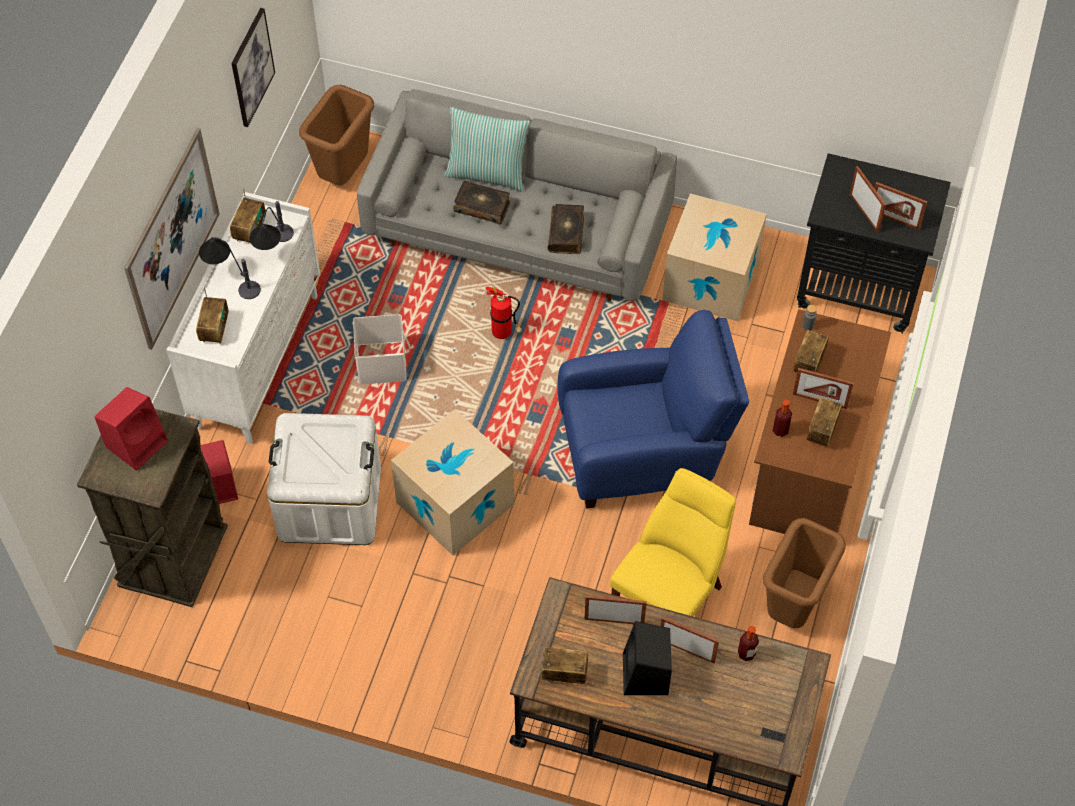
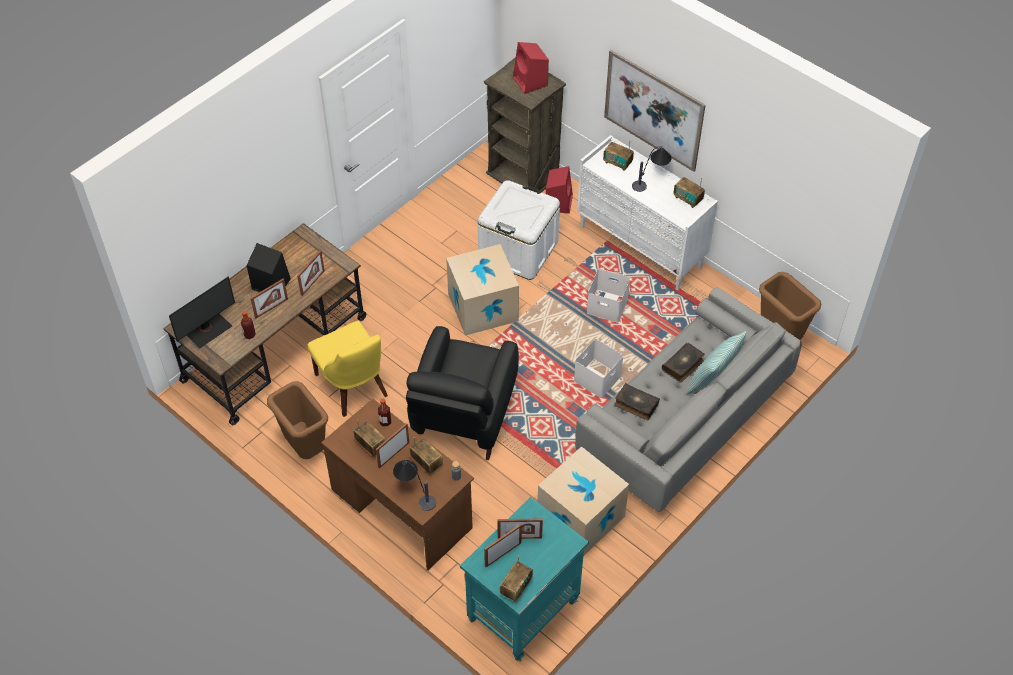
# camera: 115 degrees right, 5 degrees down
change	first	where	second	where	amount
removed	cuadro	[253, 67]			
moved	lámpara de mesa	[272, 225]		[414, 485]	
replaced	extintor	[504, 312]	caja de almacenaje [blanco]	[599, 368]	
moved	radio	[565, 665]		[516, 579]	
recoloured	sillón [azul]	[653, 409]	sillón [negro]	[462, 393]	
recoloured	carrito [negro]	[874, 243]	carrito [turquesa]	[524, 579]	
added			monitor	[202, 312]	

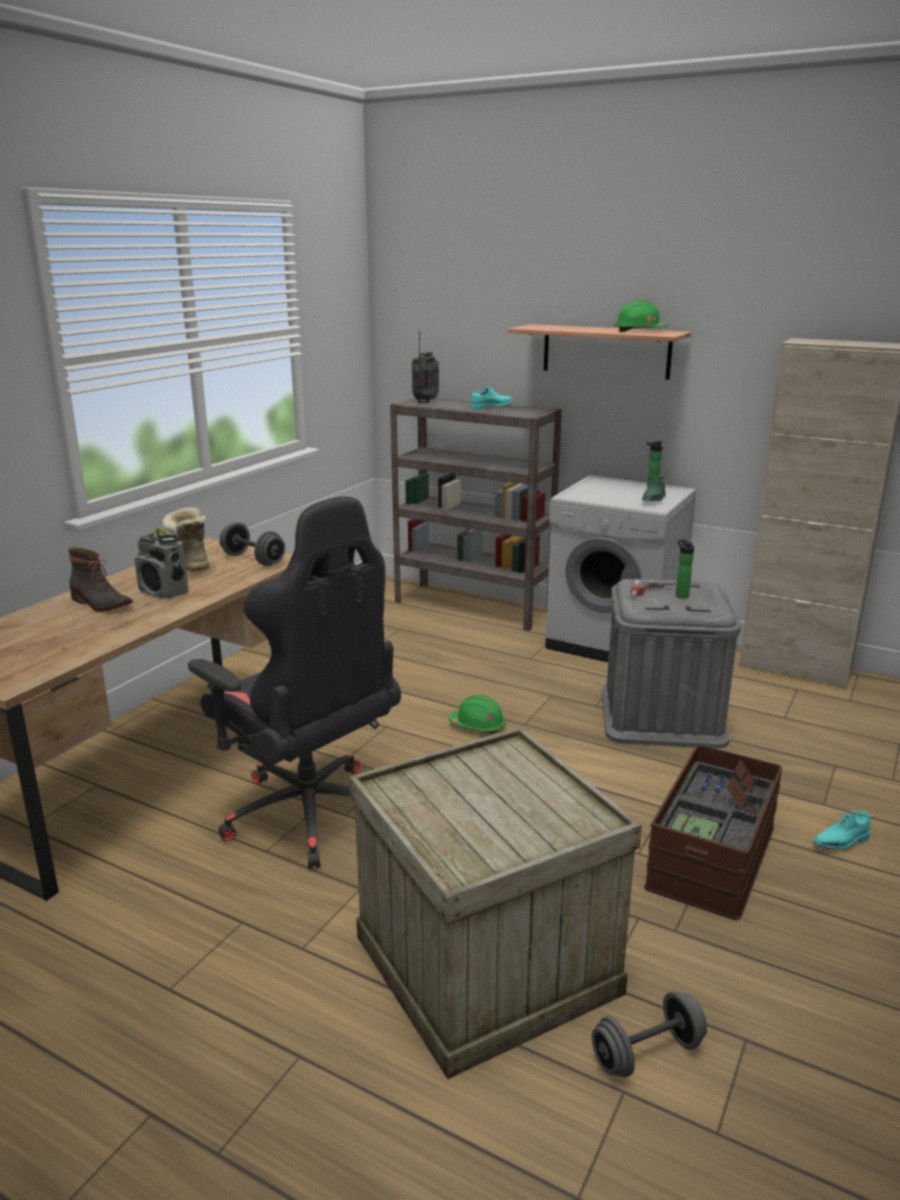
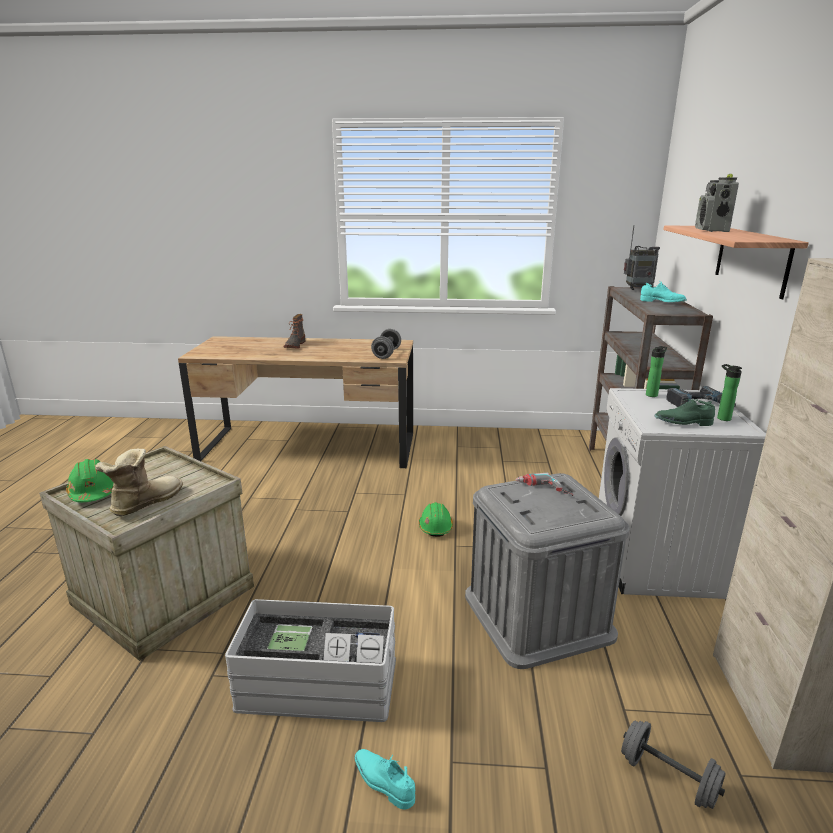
# camera: 65 degrees right, 0 degrees up
change	first	where	second	where	amount
moved	radio	[161, 563]		[717, 203]	
moved	bota	[185, 539]		[139, 482]	
removed	silla de oficina [negro]	[294, 682]			
moved	mancuerna [gris]	[649, 1034]		[673, 765]	
moved	casco [verde]	[641, 316]		[90, 480]	
recoloured	caja de almacenaje [marrón]	[713, 832]	caja de almacenaje [gris]	[310, 660]	
moved	botella	[685, 569]		[656, 371]	
added			taladro	[701, 396]	

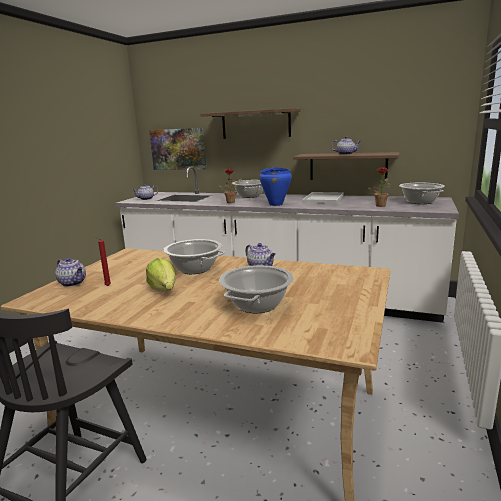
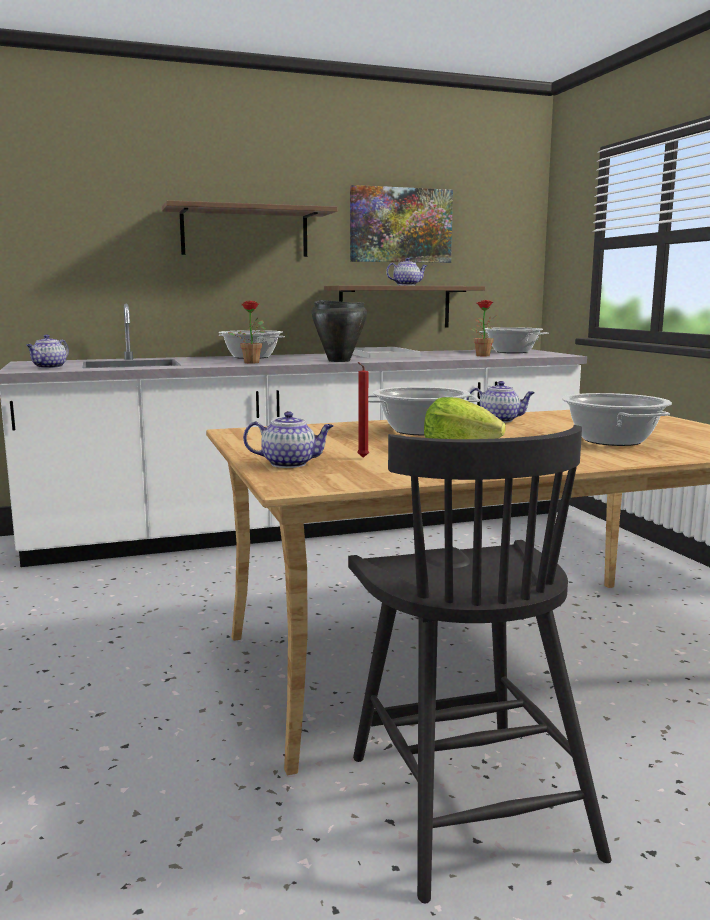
# camera: 40 degrees left, 5 degrees down
change	first	where	second	where	amount
moved	cuadro	[177, 149]		[401, 224]	
recoloured	olla [azul]	[275, 186]	olla [negro]	[339, 331]	

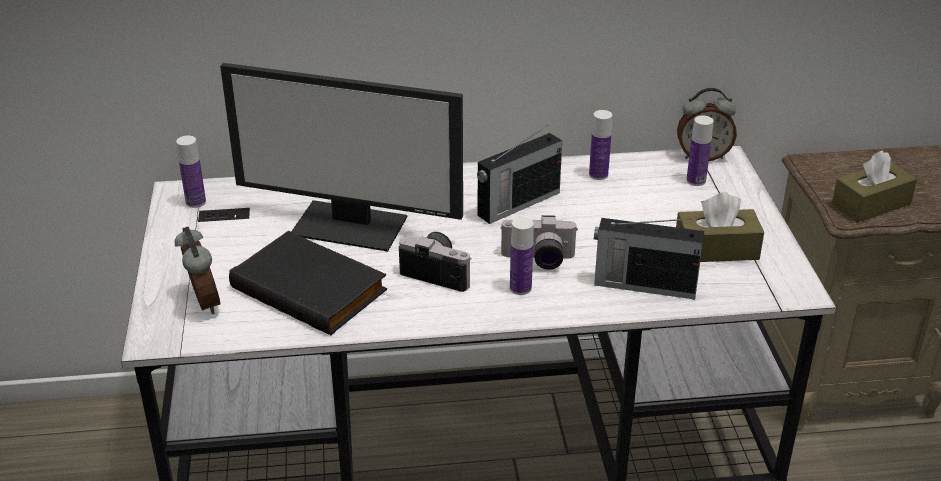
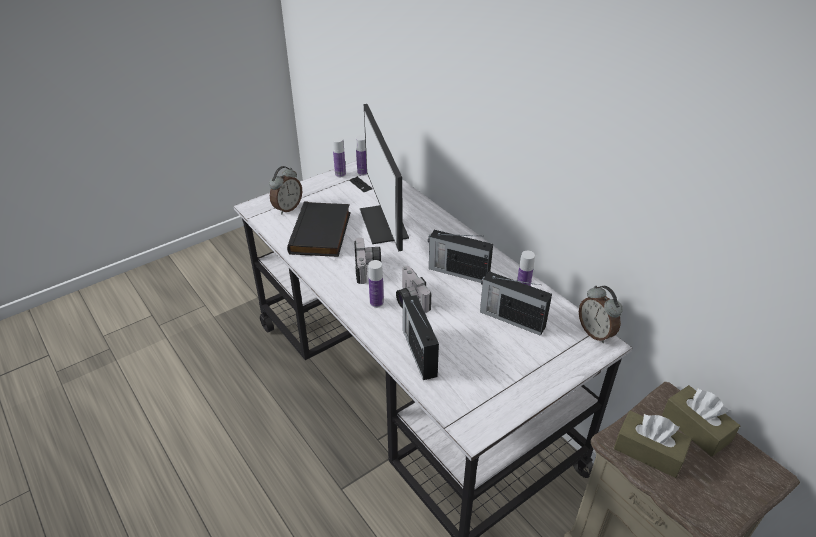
# camera: 60 degrees right, 5 degrees up
change	first	where	second	where	amount
moved	caja de pañuelos [marrón]	[720, 227]		[701, 421]	
moved	botella	[700, 150]		[339, 157]	
added			radio	[516, 303]	

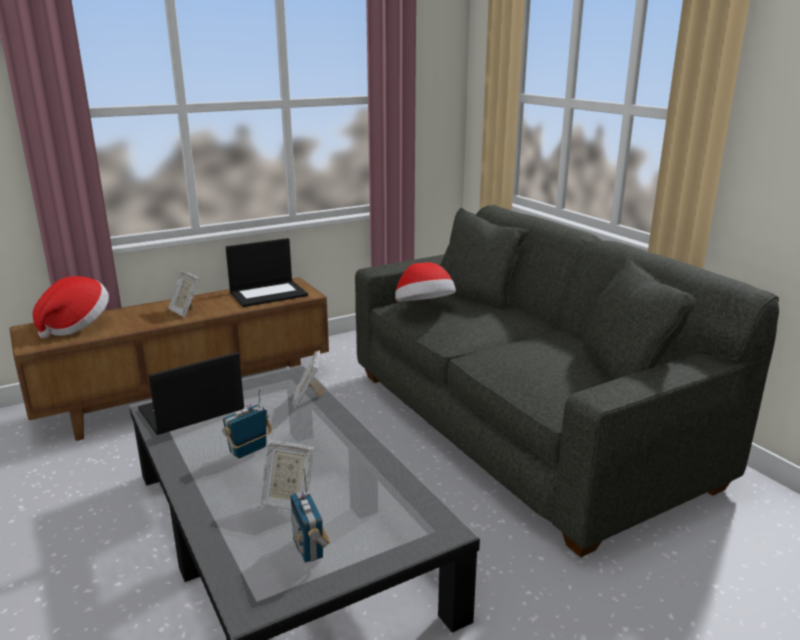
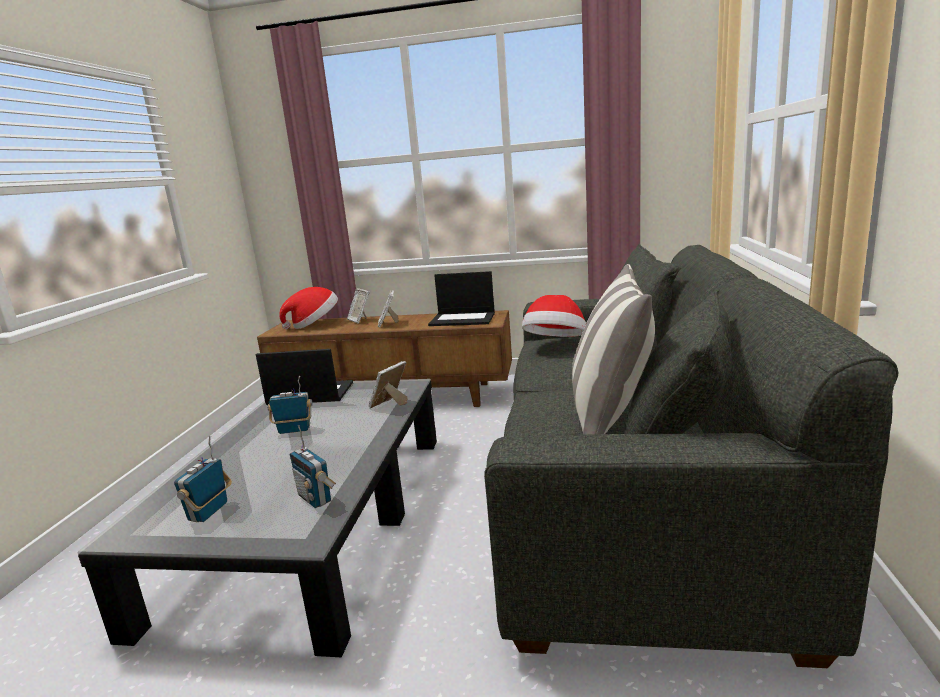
# camera: 40 degrees right, 5 degrees down
change	first	where	second	where	amount
moved	portarretratos	[288, 475]		[358, 306]	
added			radio	[313, 466]	
added			cojín	[613, 349]	

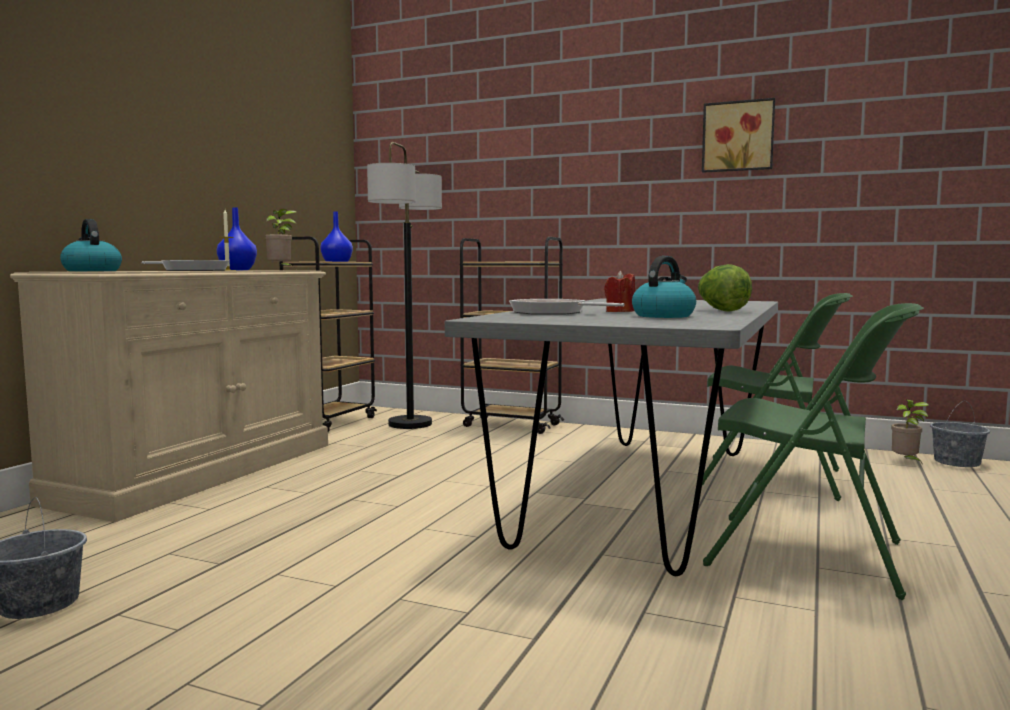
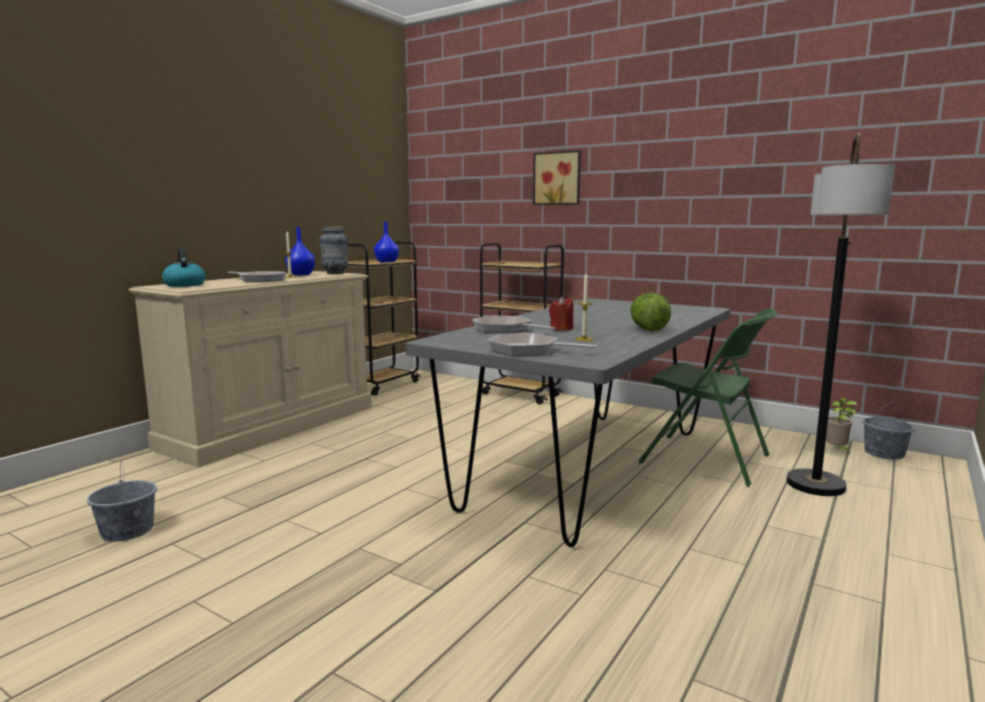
# camera: 10 degrees right, 5 degrees up
change	first	where	second	where	amount
replaced	planta en maceta	[281, 238]	florero	[333, 250]	
moved	lámpara de pie	[404, 285]		[841, 314]	
replaced	hervidor	[664, 287]	vela	[584, 307]	
moved	cuadro	[738, 135]		[557, 177]	
removed	silla [verde]	[813, 451]			
added			sartén	[542, 344]	

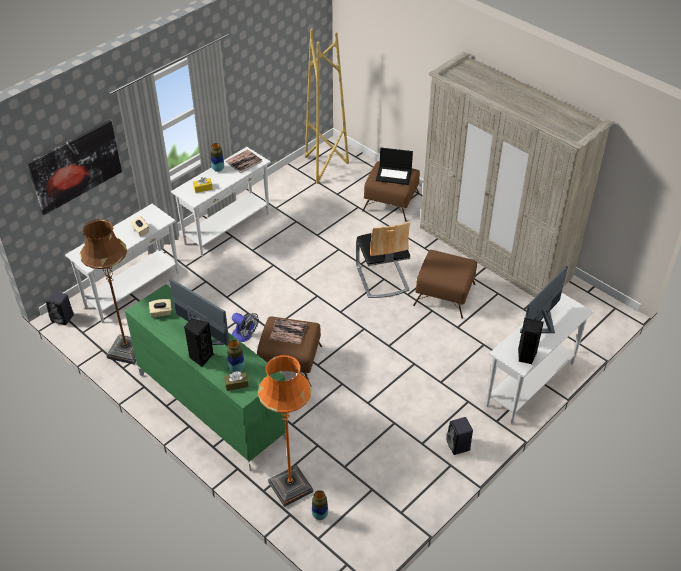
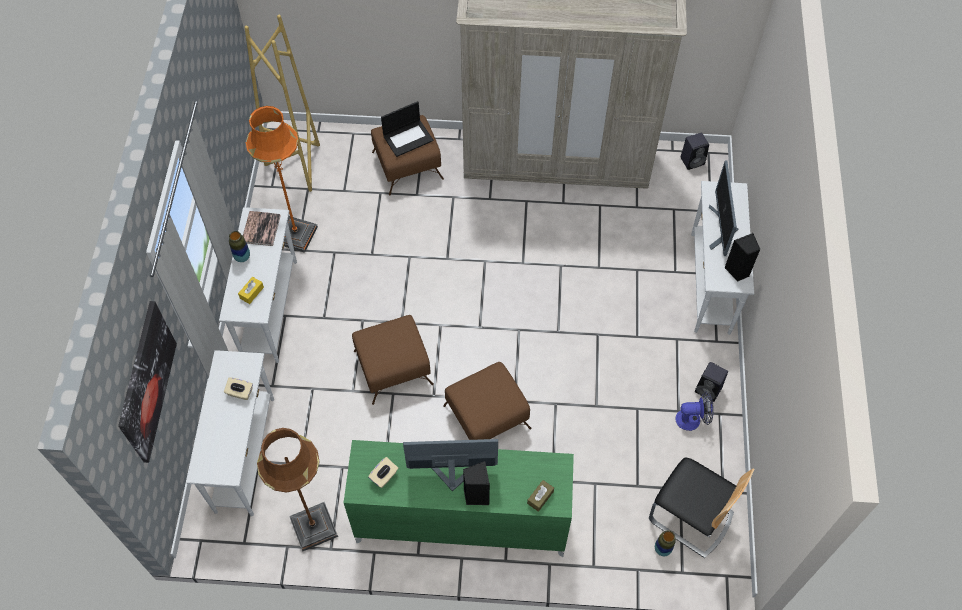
# camera: 40 degrees left, 15 degrees up
change	first	where	second	where	amount
moved	altavoz [negro]	[60, 308]		[694, 151]	
removed	florero	[236, 356]			
moved	ventilador	[245, 327]		[694, 411]	
moved	lámpara de pie [naranja]	[285, 431]		[282, 179]	
removed	libro	[288, 332]			
moved	silla	[383, 259]		[701, 508]	
moved	puf [marrón]	[445, 284]		[393, 360]	

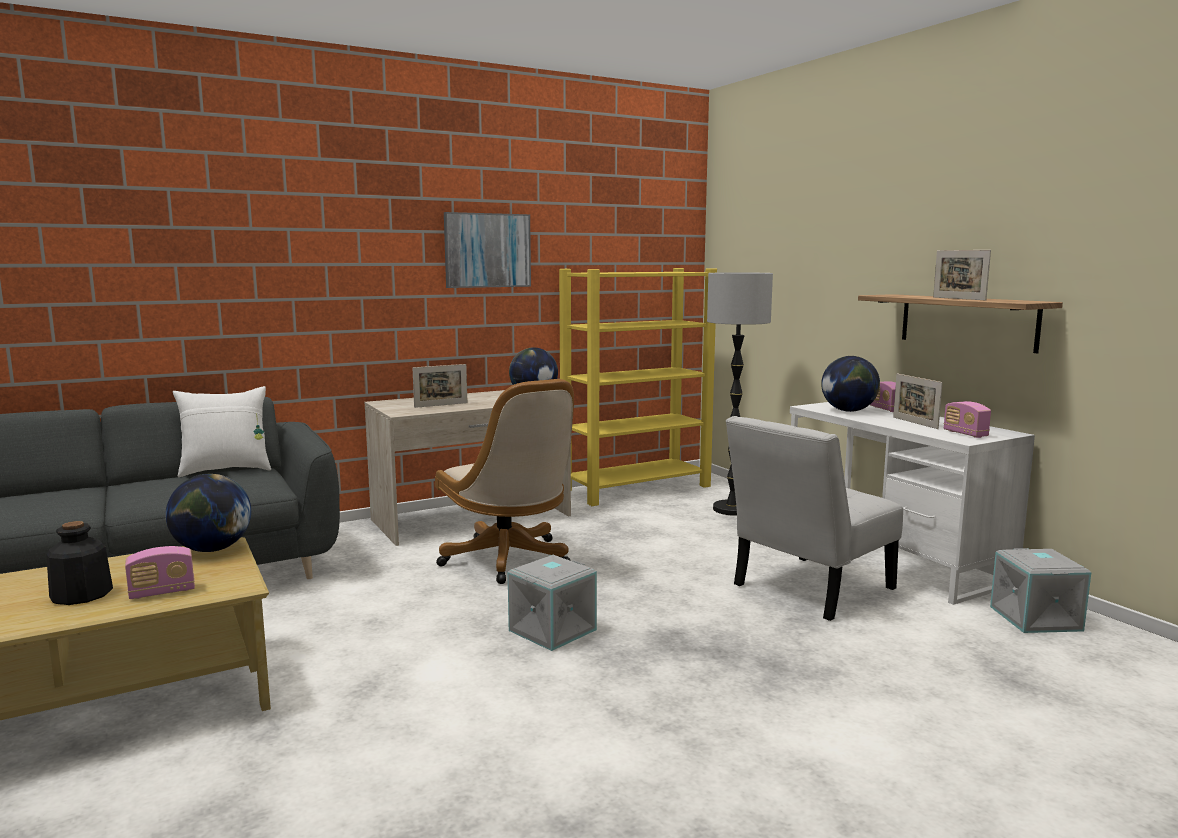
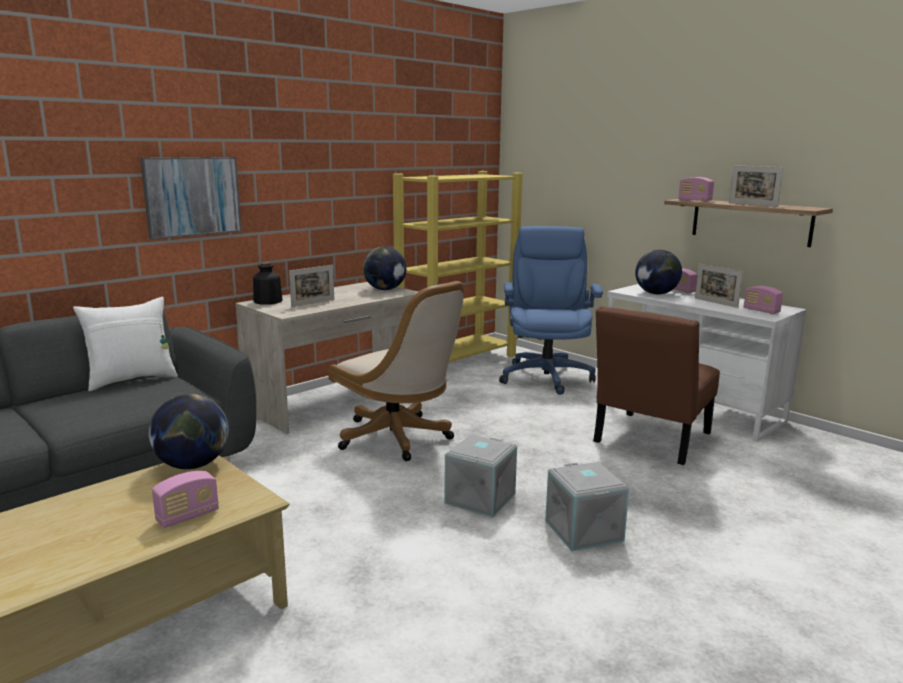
# camera: 15 degrees left, 5 degrees up
change	first	where	second	where	amount
moved	botella	[79, 563]		[268, 283]	
moved	cuadro	[487, 250]		[191, 198]	
replaced	lámpara de pie	[740, 394]	silla de oficina [azul]	[551, 310]	
recoloured	silla [blanco]	[814, 518]	silla [marrón]	[656, 385]	
moved	caja de almacenaje [gris]	[1040, 590]		[587, 506]	
added			radio	[696, 189]	

